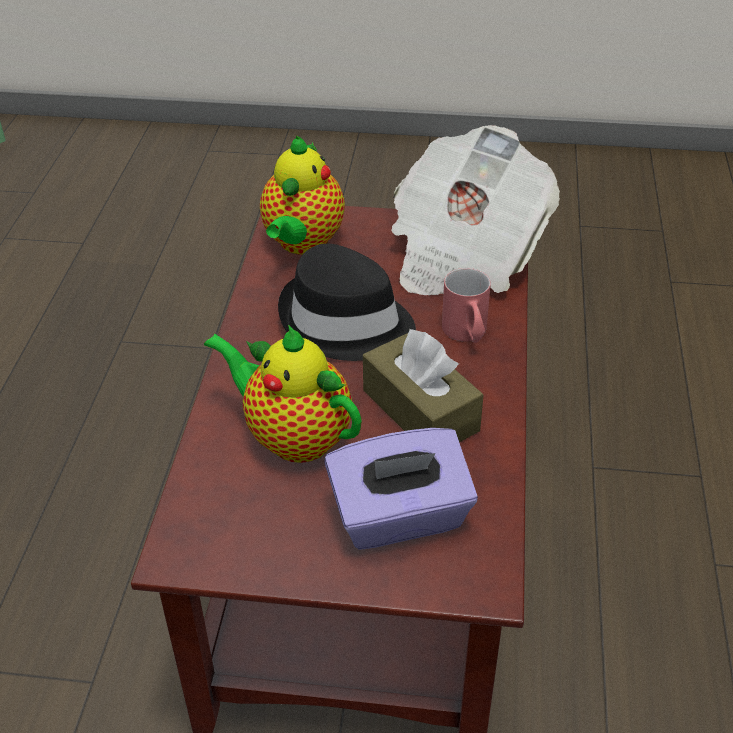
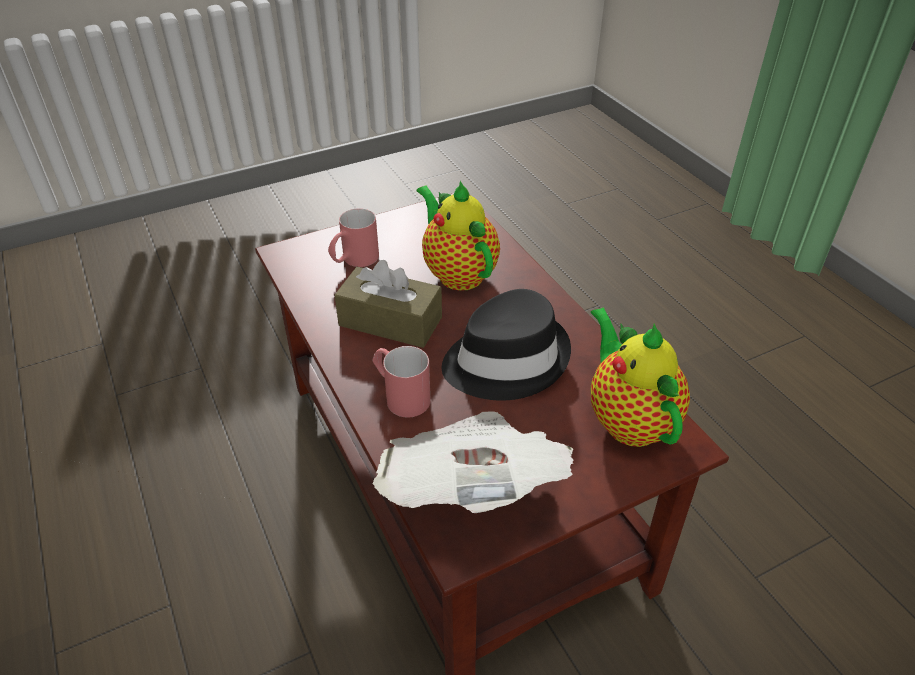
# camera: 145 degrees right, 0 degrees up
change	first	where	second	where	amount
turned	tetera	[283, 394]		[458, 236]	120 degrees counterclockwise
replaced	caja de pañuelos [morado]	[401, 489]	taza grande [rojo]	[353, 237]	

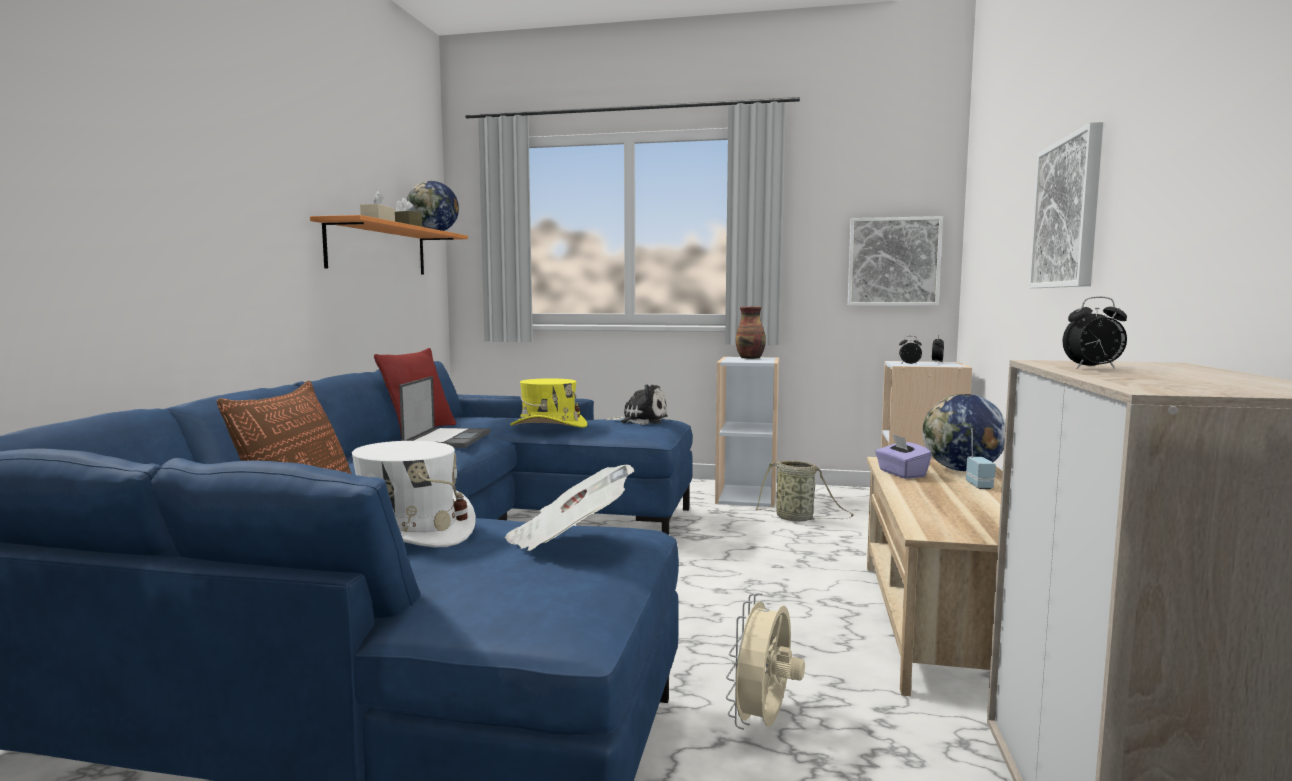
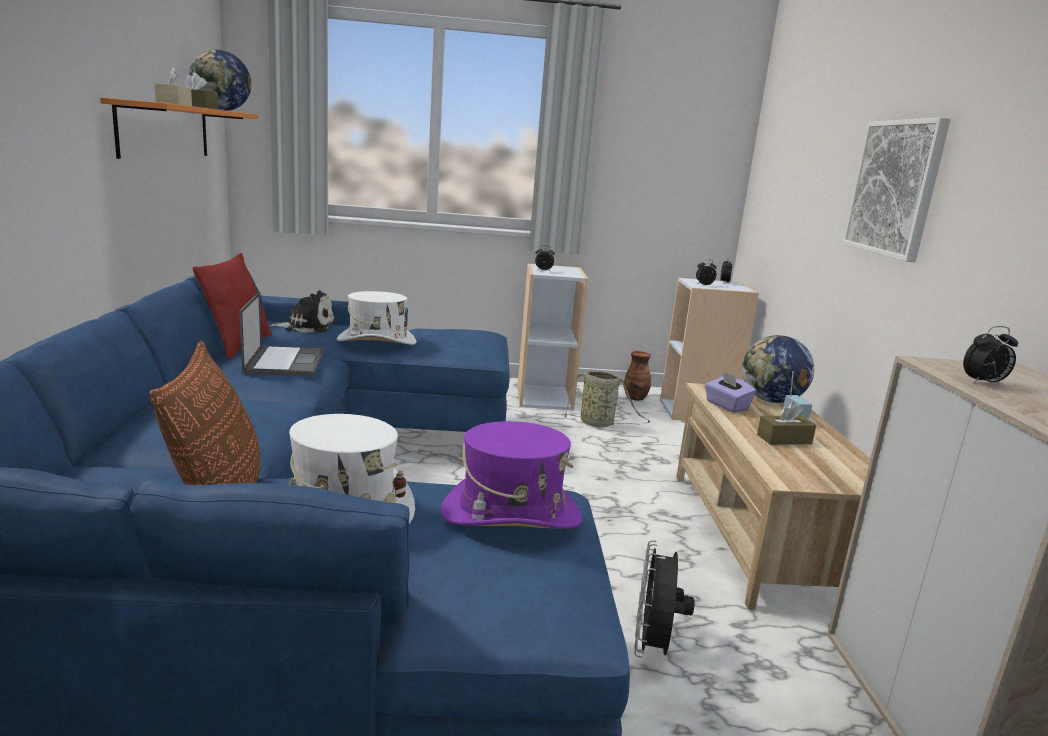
# camera: 15 degrees left, 10 degrees up
change	first	where	second	where	amount
replaced	periódico	[569, 508]	sombrero [morado]	[511, 475]	
recoloured	sombrero [amarillo]	[549, 403]	sombrero [blanco]	[376, 318]	
moved	peluche	[636, 404]		[302, 311]	
recoloured	ventilador [beis]	[765, 661]	ventilador [negro]	[664, 599]	
moved	florero	[751, 333]		[637, 375]	
removed	cuadro	[895, 261]			
added			despertador	[545, 258]	
added			caja de pañuelos [marrón]	[786, 423]	

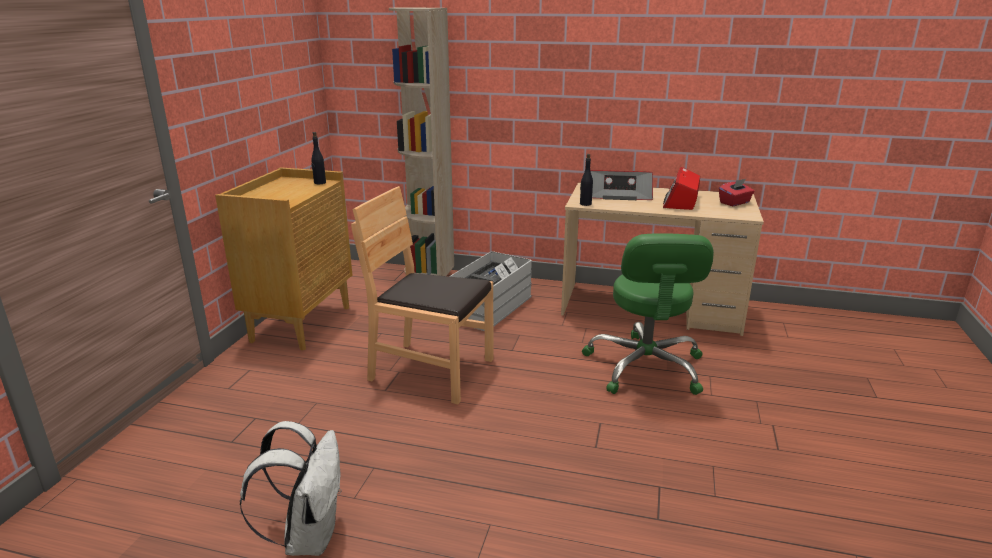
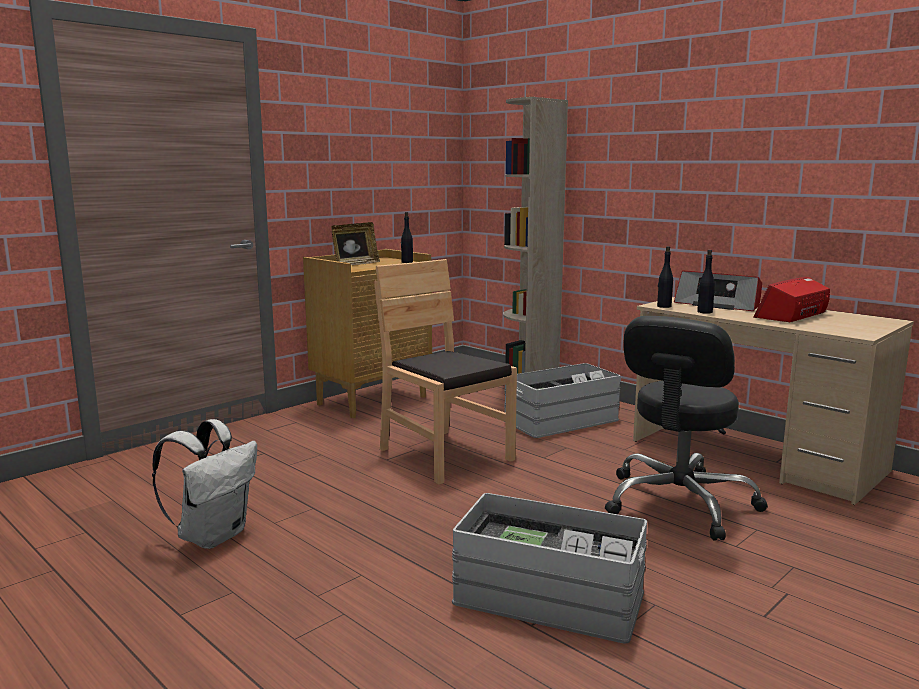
# camera: 30 degrees right, 10 degrees down
change	first	where	second	where	amount
recoloured	silla de oficina [verde]	[648, 314]	silla de oficina [negro]	[686, 428]	
removed	caja de pañuelos [rojo]	[737, 192]			
added			portarretratos	[355, 243]	
added			caja de almacenaje [gris]	[549, 568]	
added			botella [negro]	[706, 282]	

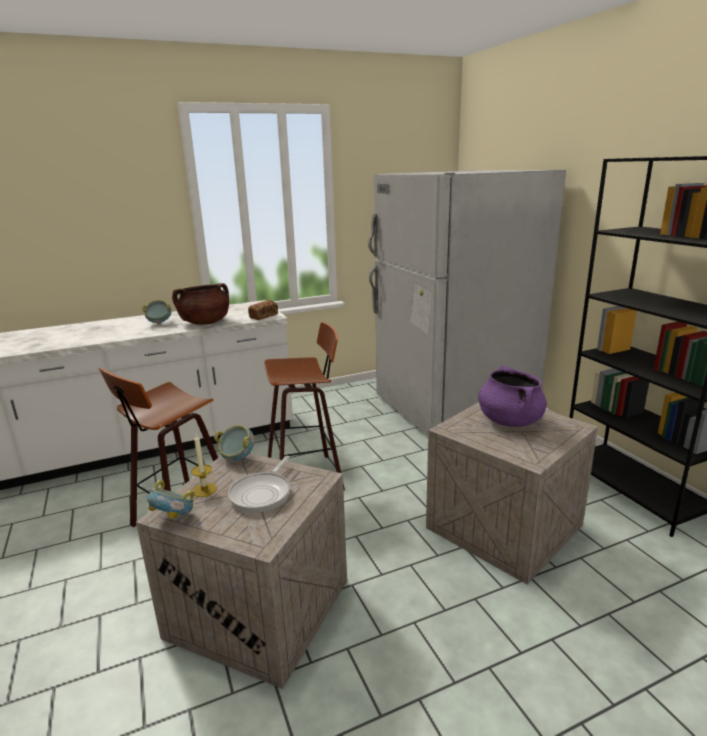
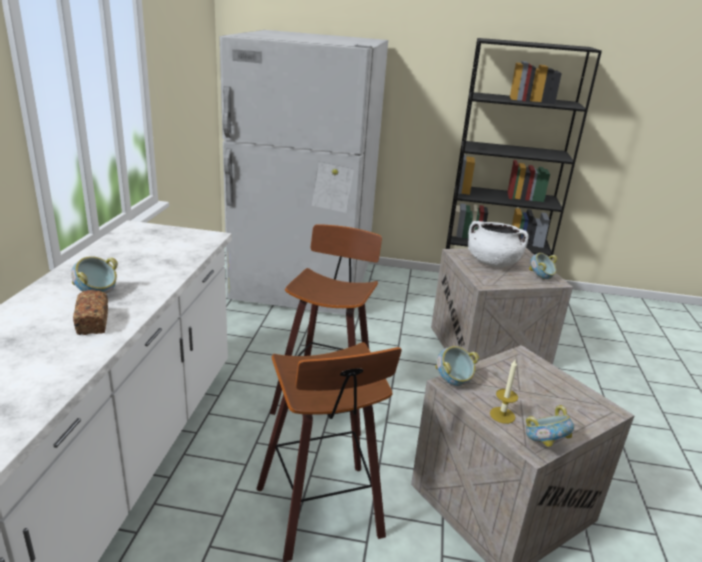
# camera: 60 degrees left, 5 degrees up
change	first	where	second	where	amount
removed	olla [marrón]	[200, 304]			
removed	sartén	[259, 484]			
moved	pan	[263, 310]		[90, 312]	
recoloured	olla [morado]	[512, 396]	olla [blanco]	[498, 244]	
added			cuenco	[543, 266]	

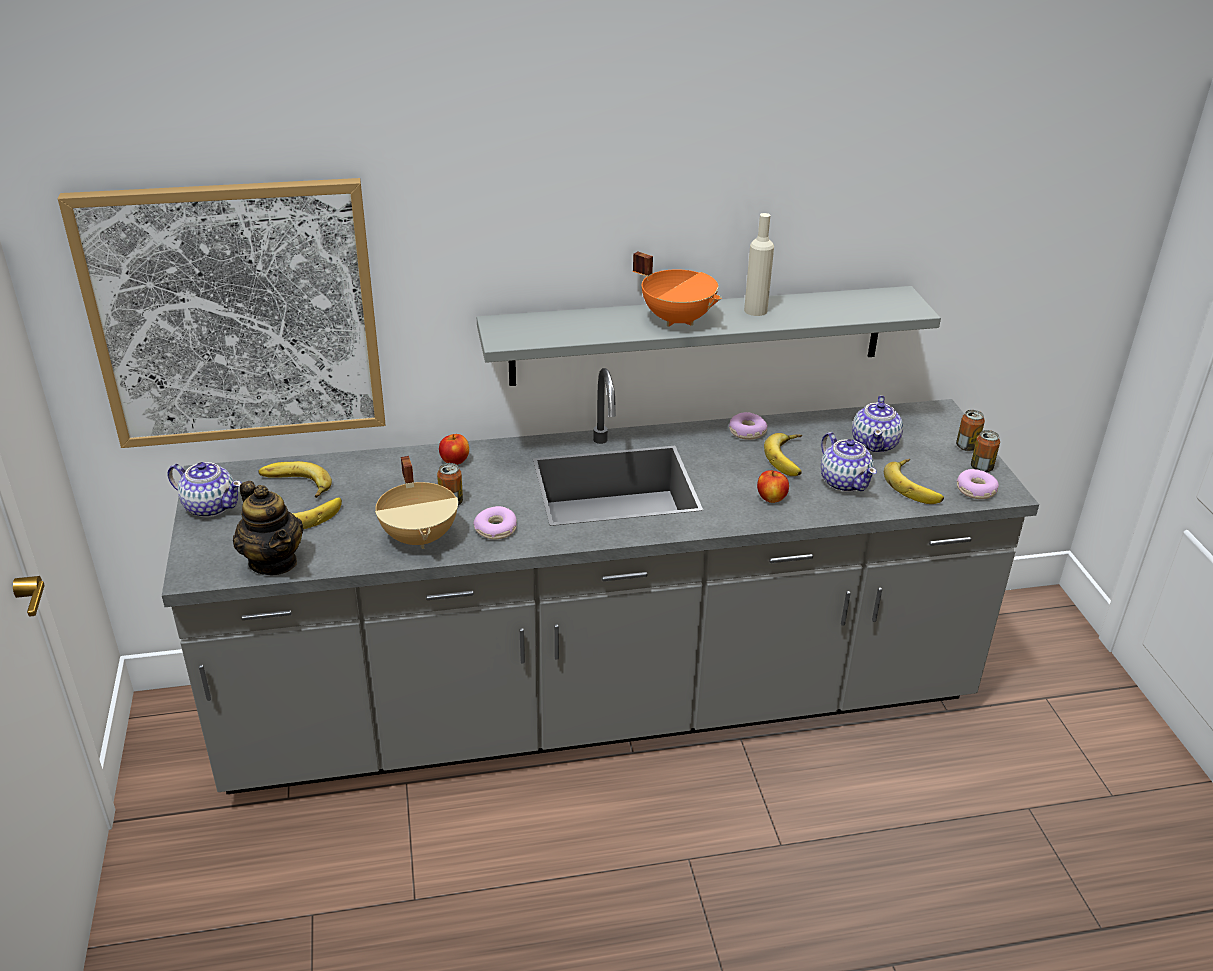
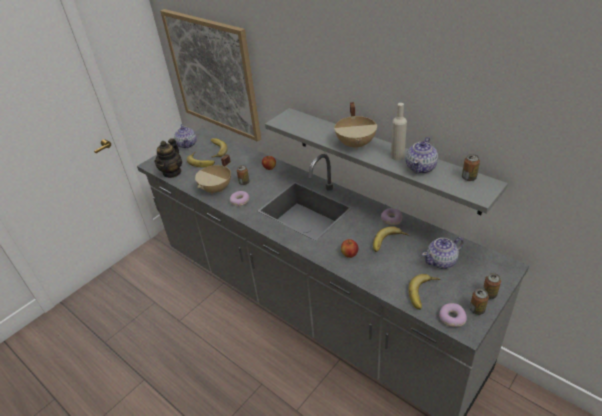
# camera: 55 degrees right, 5 degrees up
change	first	where	second	where	amount
recoloured	olla [naranja]	[677, 289]	olla [beis]	[355, 126]	
moved	tetera	[849, 462]		[422, 155]	
added			lata	[471, 167]	

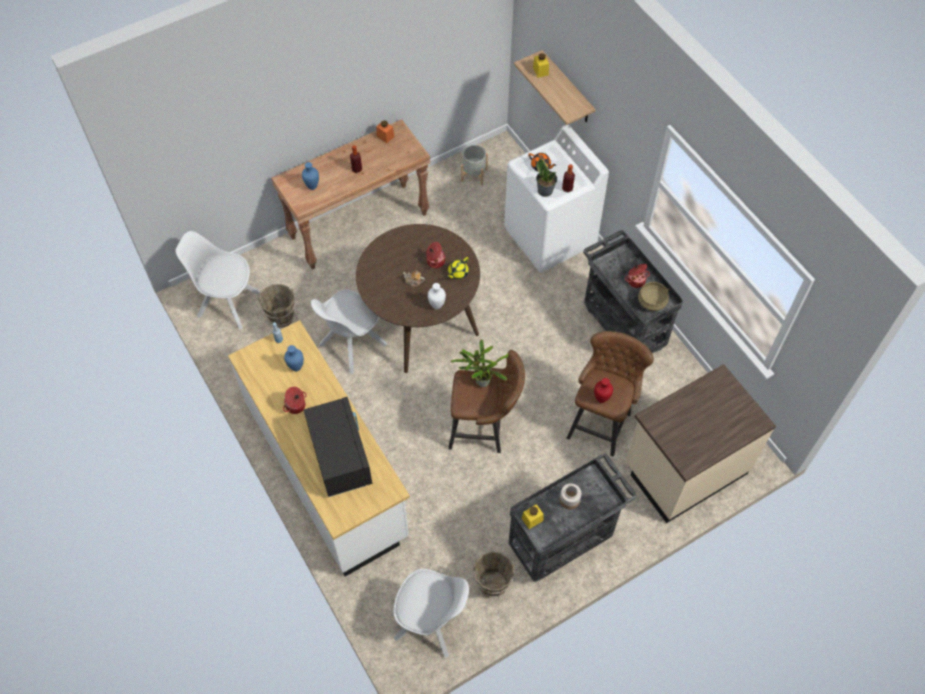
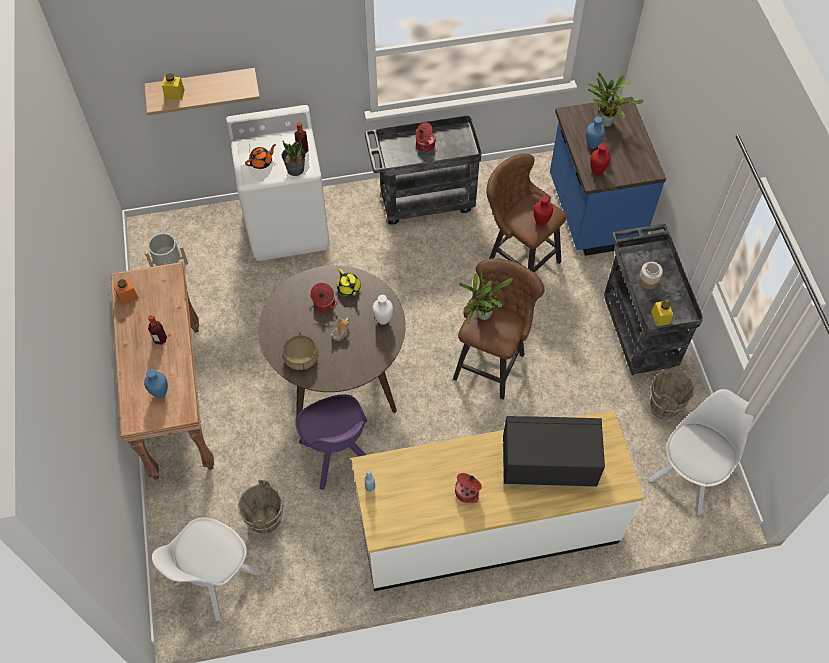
# camera: 70 degrees left, 0 degrees up
change	first	where	second	where	amount
moved	florero [azul]	[294, 358]		[596, 133]	
recoloured	silla [blanco]	[349, 331]	silla [morado]	[331, 442]	
recoloured	mueble bajo de cocina [beis]	[701, 443]	mueble bajo de cocina [azul]	[608, 176]	
moved	olla [beis]	[654, 296]		[300, 352]	
added			planta en maceta	[613, 99]	
added			florero [rojo]	[600, 160]	

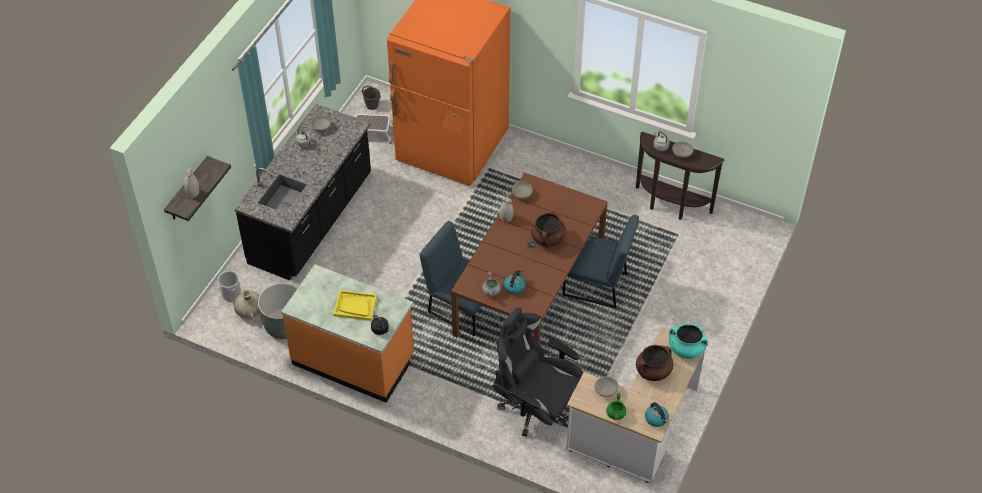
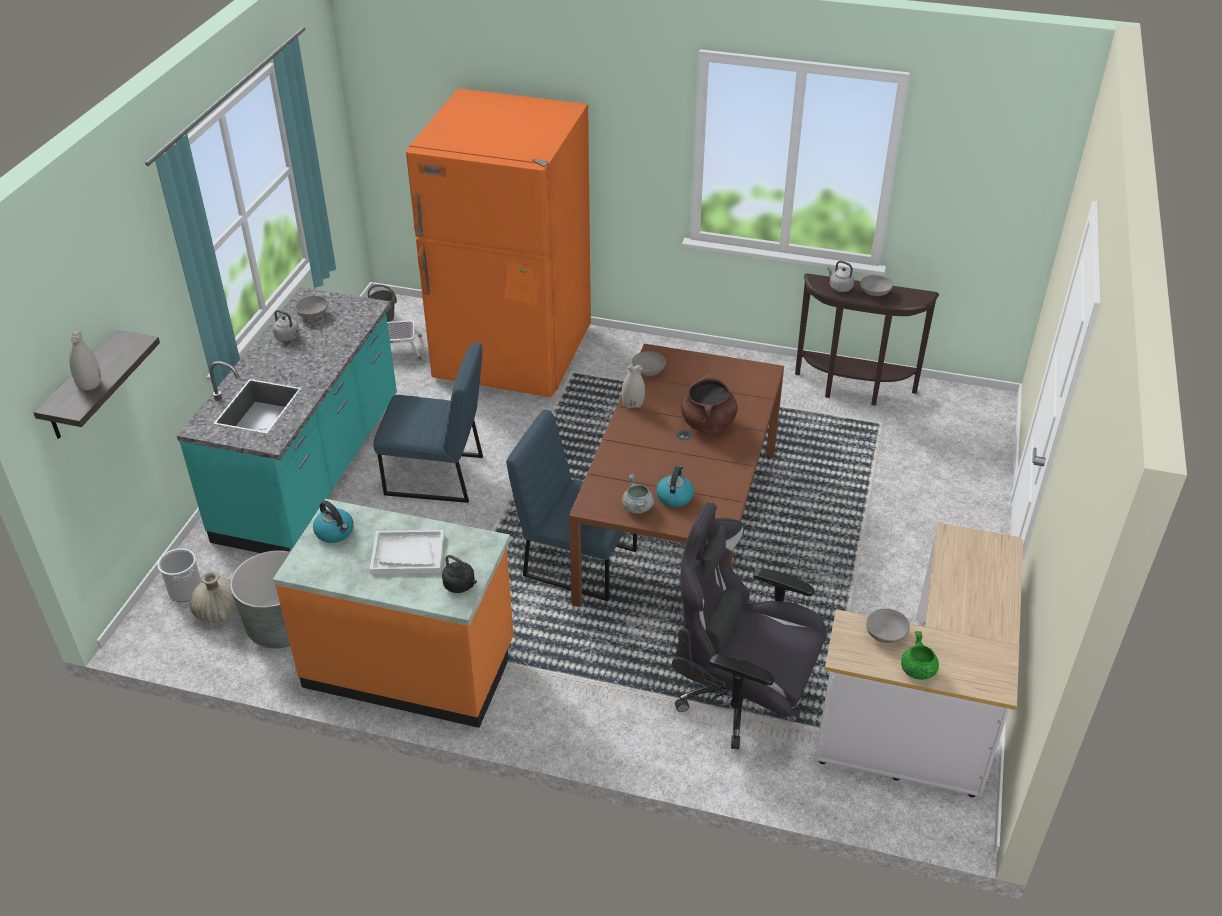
# camera: 10 degrees left, 10 degrees down
change	first	where	second	where	amount
recoloured	mueble bajo de cocina [negro]	[303, 192]	mueble bajo de cocina [turquesa]	[287, 420]	
recoloured	bandeja [amarillo]	[355, 305]	bandeja [blanco]	[407, 552]	
moved	silla [azul]	[601, 261]		[428, 422]	
removed	olla [marrón]	[655, 363]			
moved	hervidor	[657, 414]		[333, 522]	
removed	olla [turquesa]	[688, 341]			

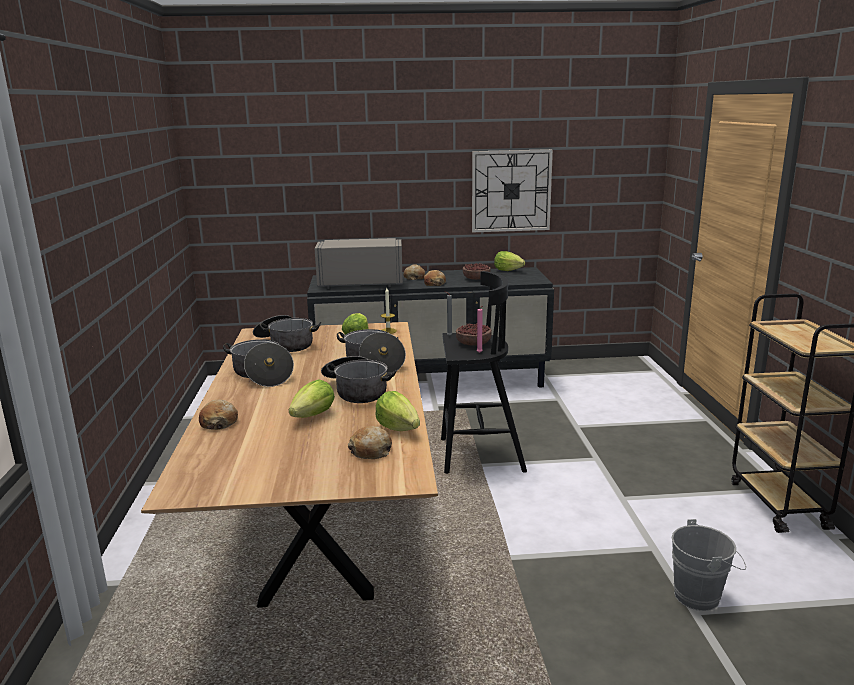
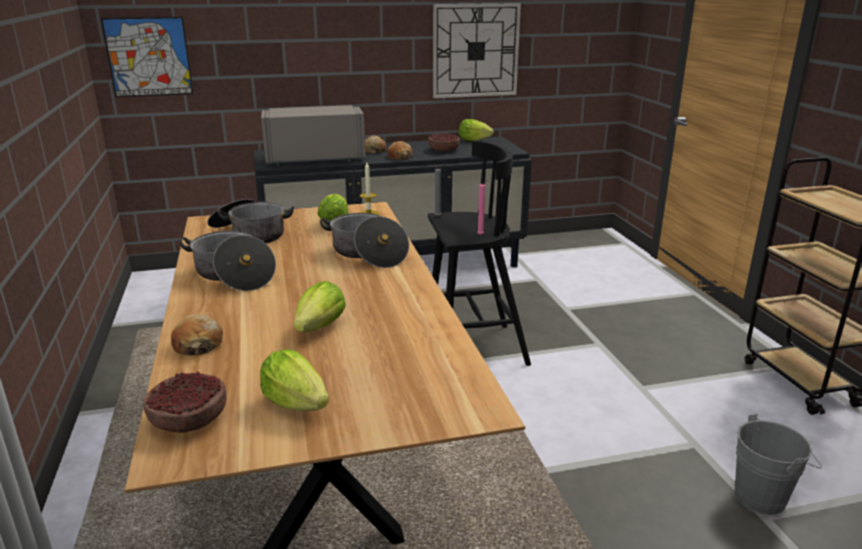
# camera: 10 degrees left, 5 degrees up
change	first	where	second	where	amount
removed	olla	[358, 379]			
removed	pan	[370, 442]			
moved	lechuga	[397, 411]		[294, 380]	
moved	cuenco	[474, 334]		[185, 402]	
added			cuadro	[147, 57]	

